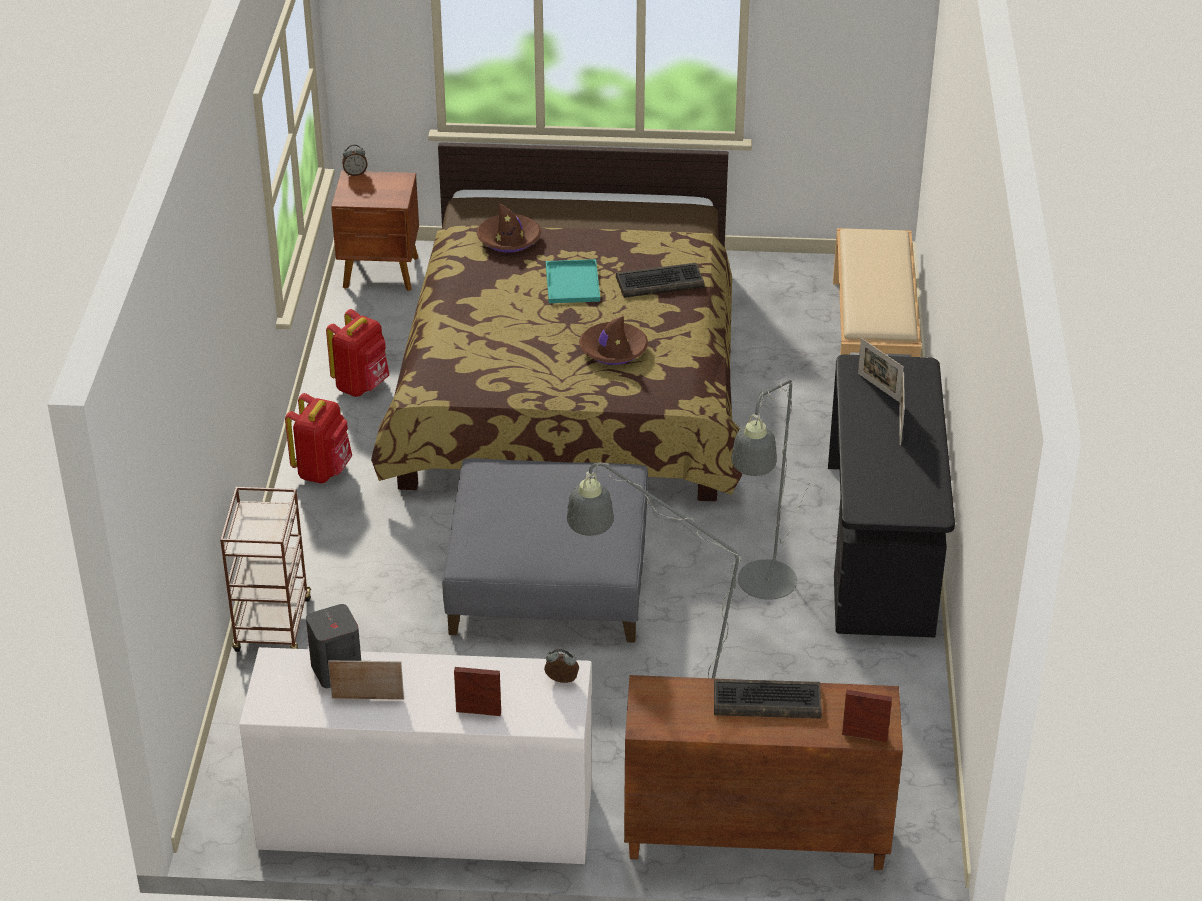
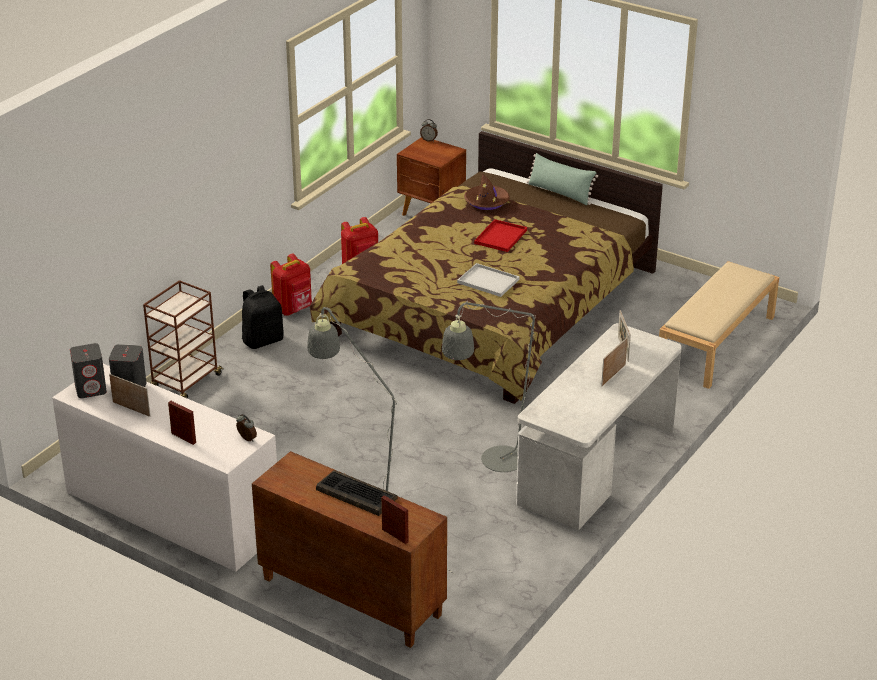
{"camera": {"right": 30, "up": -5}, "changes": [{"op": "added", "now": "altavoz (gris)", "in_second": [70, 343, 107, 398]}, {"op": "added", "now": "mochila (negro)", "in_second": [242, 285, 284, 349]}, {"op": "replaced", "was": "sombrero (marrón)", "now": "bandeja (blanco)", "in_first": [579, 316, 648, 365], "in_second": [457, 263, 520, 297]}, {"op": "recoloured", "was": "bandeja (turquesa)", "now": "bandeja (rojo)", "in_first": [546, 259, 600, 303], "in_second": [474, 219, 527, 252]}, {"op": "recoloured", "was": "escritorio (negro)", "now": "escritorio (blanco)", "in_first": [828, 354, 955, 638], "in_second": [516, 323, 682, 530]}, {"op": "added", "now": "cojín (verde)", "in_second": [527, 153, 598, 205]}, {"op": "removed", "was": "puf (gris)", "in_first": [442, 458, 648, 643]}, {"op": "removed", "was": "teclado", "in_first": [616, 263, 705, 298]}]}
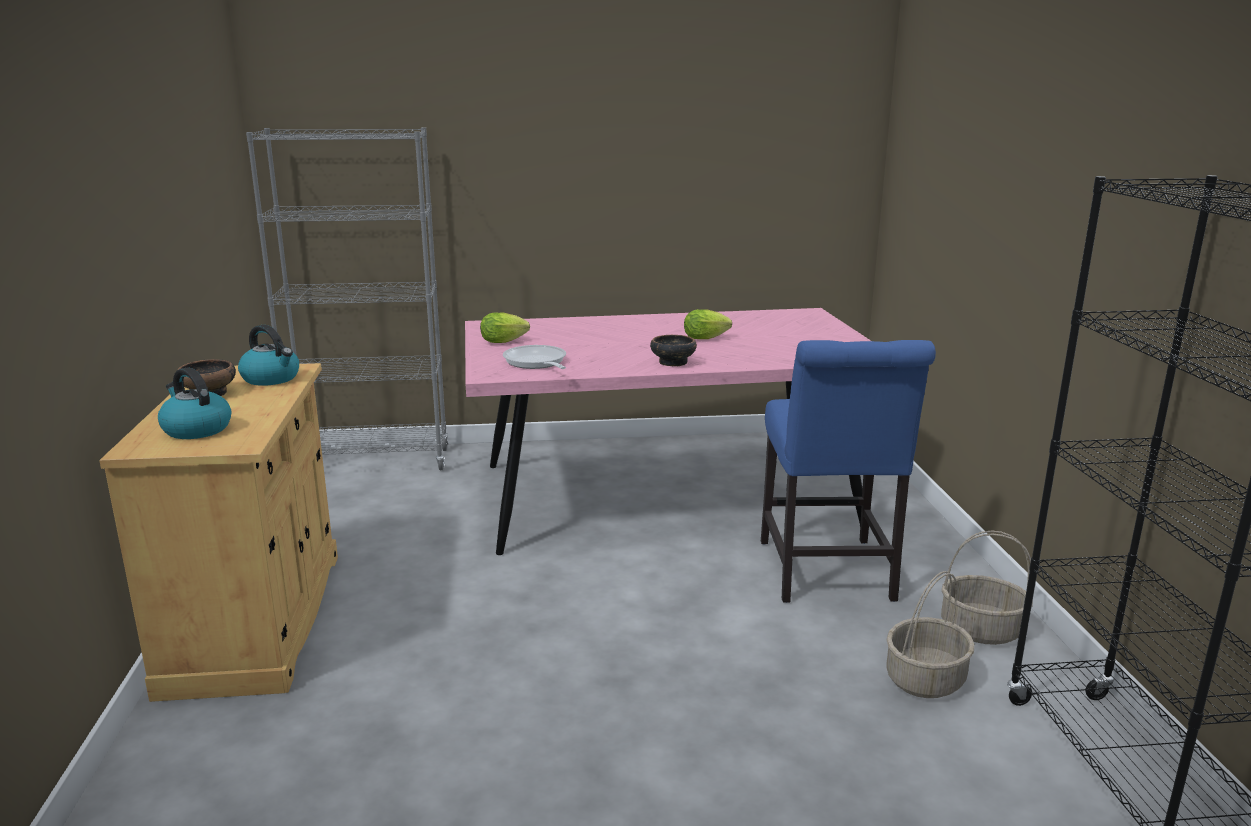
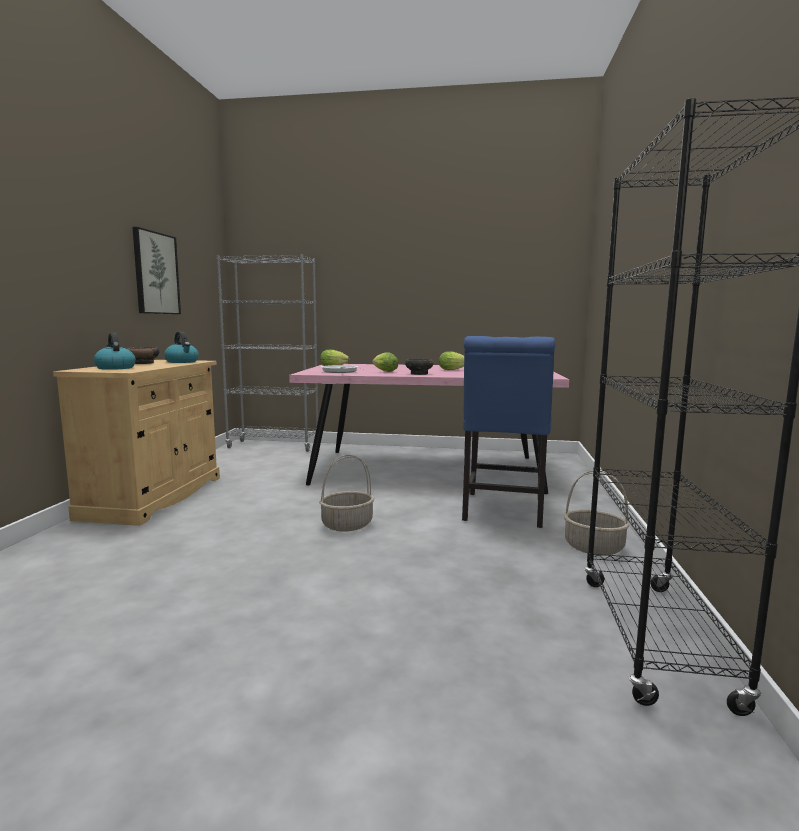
{"camera": {"right": 15, "up": -10}, "changes": [{"op": "added", "now": "cuadro", "in_second": [132, 227, 181, 314]}, {"op": "moved", "was": "cesta", "in_first": [886, 571, 975, 698], "in_second": [319, 455, 374, 532]}, {"op": "added", "now": "lechuga", "in_second": [372, 352, 398, 372]}]}
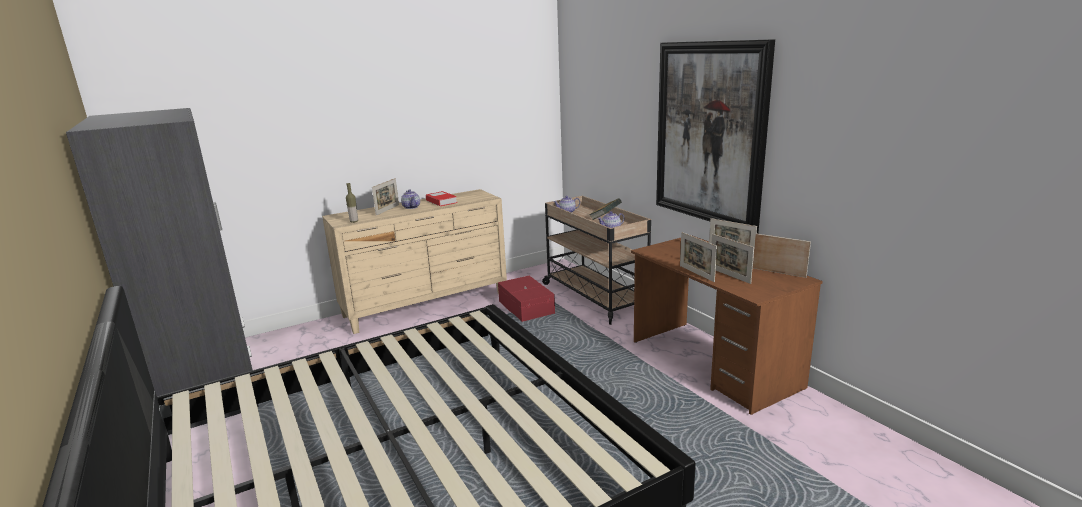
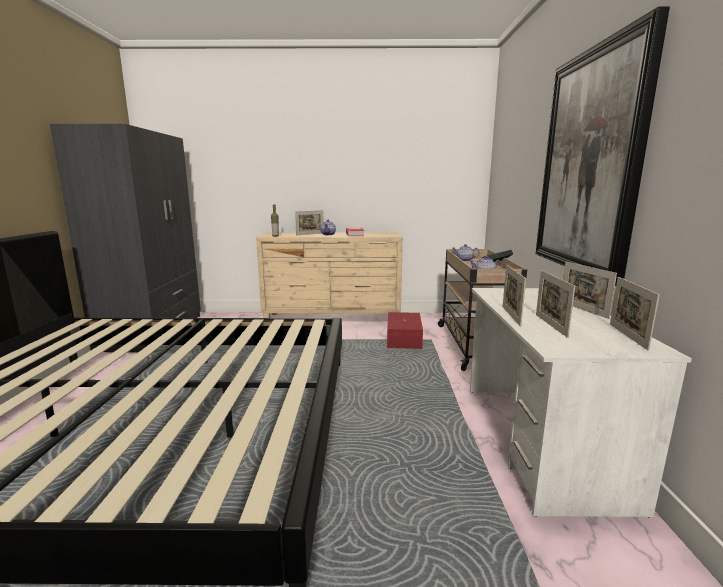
{"camera": {"right": 30, "up": -5}, "changes": [{"op": "recoloured", "was": "escritorio (marrón)", "now": "escritorio (blanco)", "in_first": [631, 235, 822, 415], "in_second": [470, 288, 692, 518]}, {"op": "turned", "was": "portarretratos", "in_first": [753, 233, 811, 278], "in_second": [610, 277, 660, 351], "clockwise": -150}]}
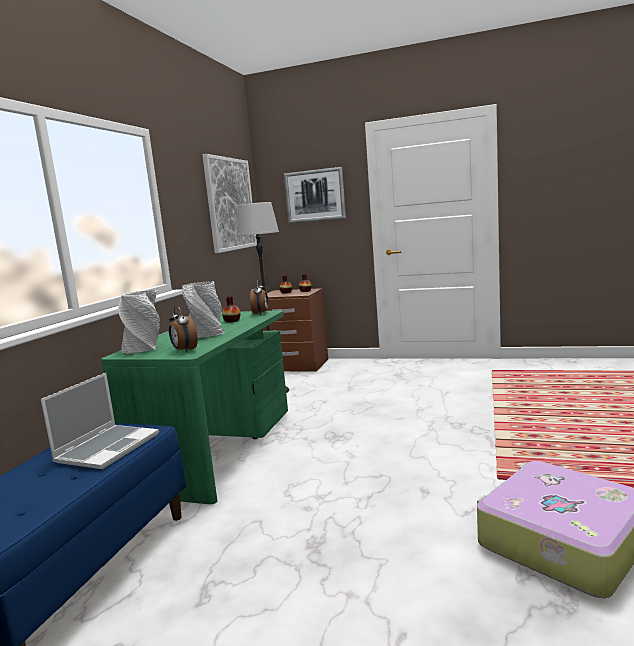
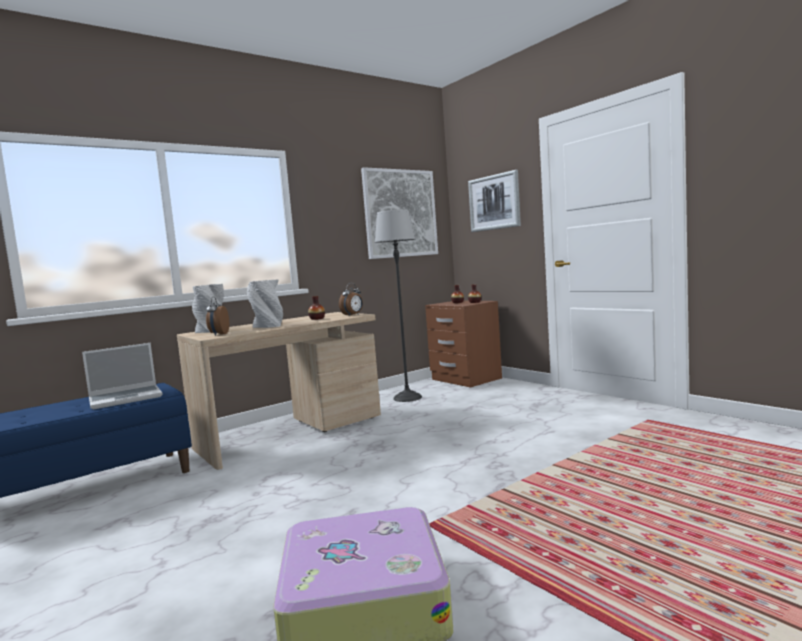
{"camera": {"right": 35, "up": -5}, "changes": [{"op": "recoloured", "was": "escritorio (verde)", "now": "escritorio (beis)", "in_first": [101, 310, 288, 504], "in_second": [177, 312, 381, 470]}]}
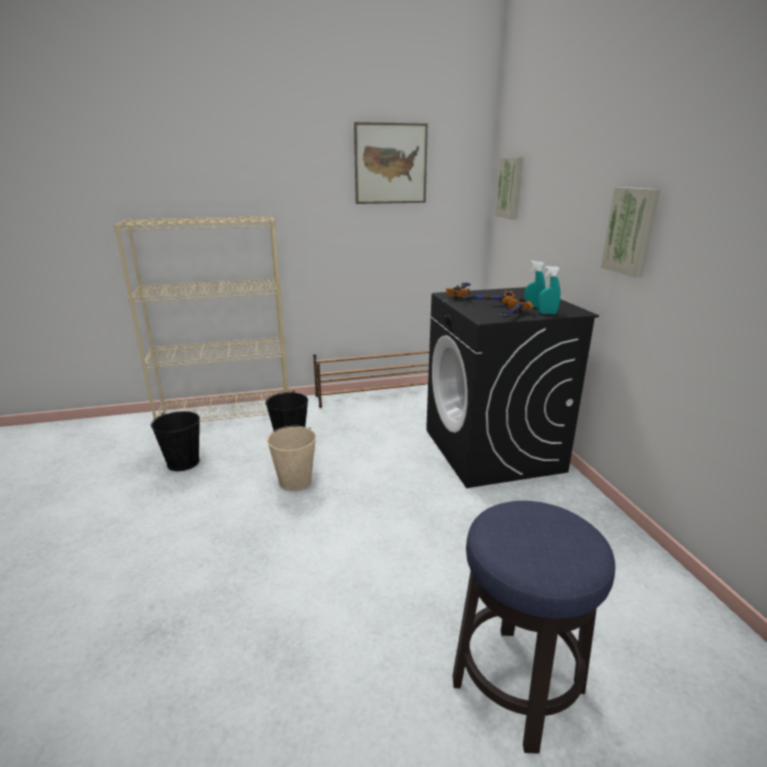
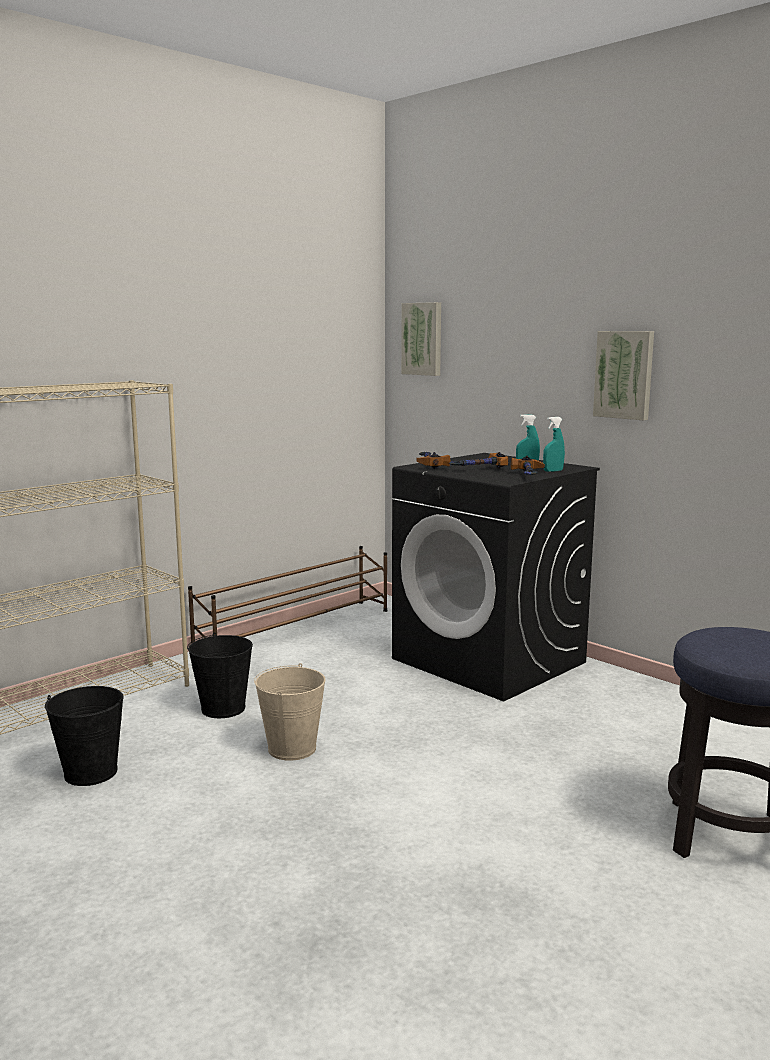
{"camera": {"right": -30, "up": -10}, "changes": [{"op": "removed", "was": "cuadro", "in_first": [354, 122, 428, 204]}]}
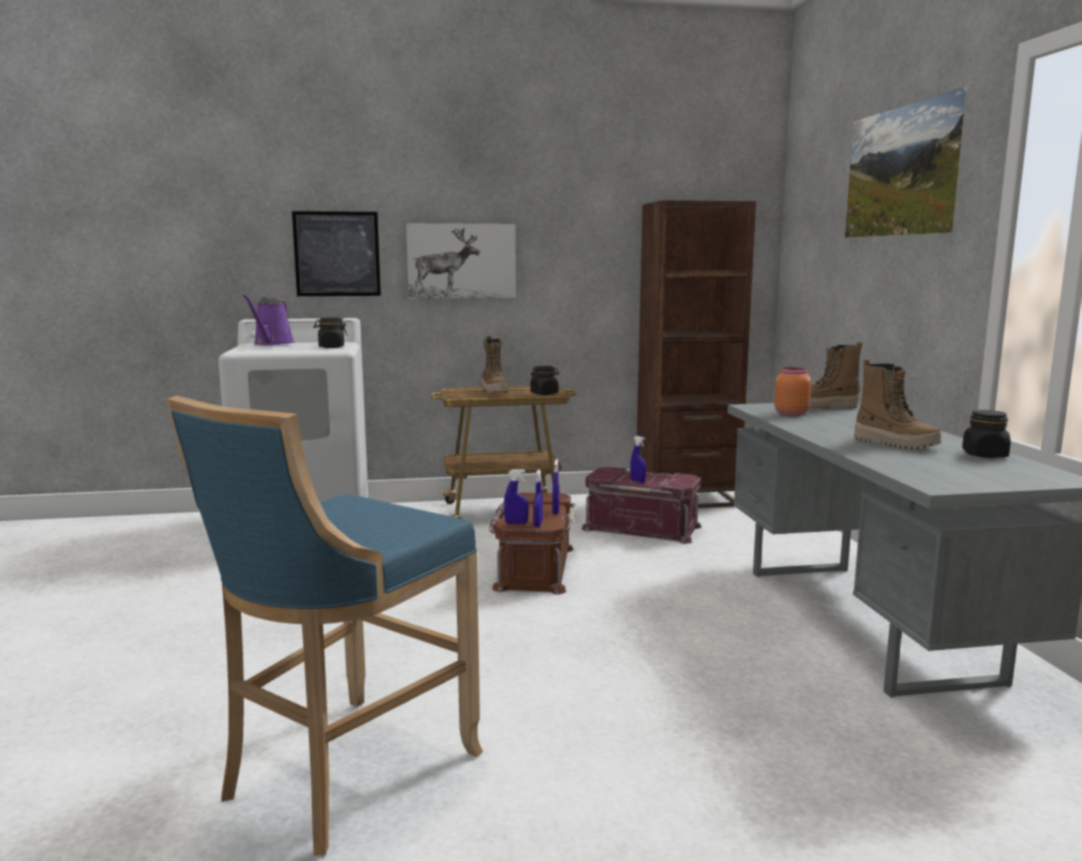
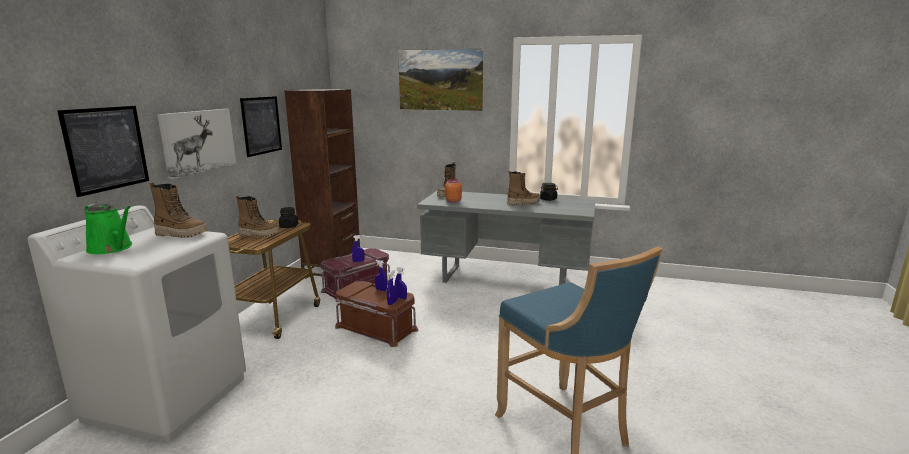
{"camera": {"right": -65, "up": 5}, "changes": [{"op": "recoloured", "was": "regadera (morado)", "now": "regadera (verde)", "in_first": [243, 295, 295, 345], "in_second": [84, 203, 132, 254]}, {"op": "replaced", "was": "tarro (negro)", "now": "bota", "in_first": [314, 317, 348, 348], "in_second": [149, 182, 208, 238]}, {"op": "added", "now": "cuadro", "in_second": [240, 96, 282, 157]}]}
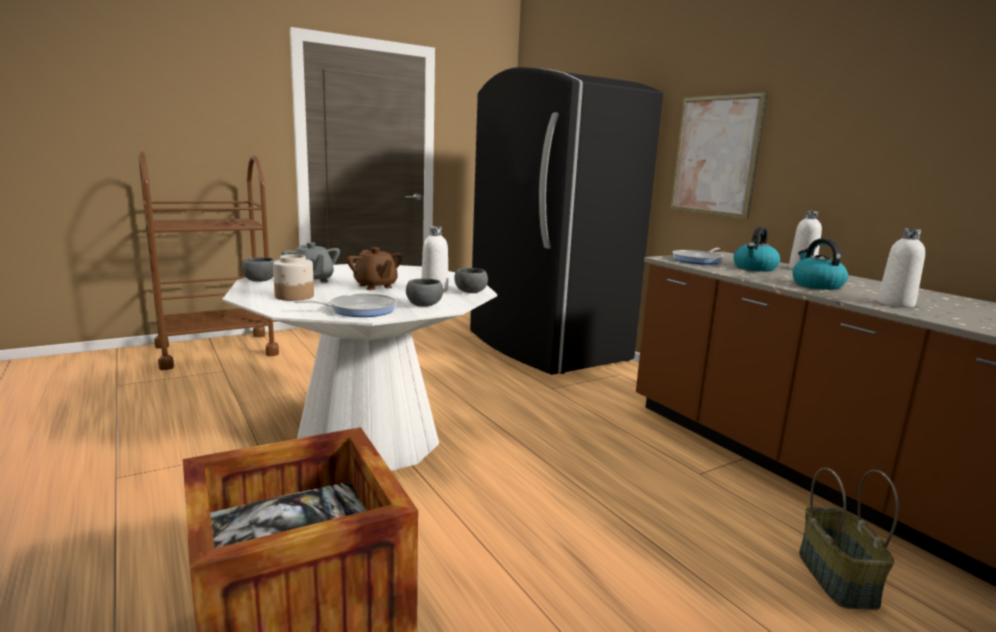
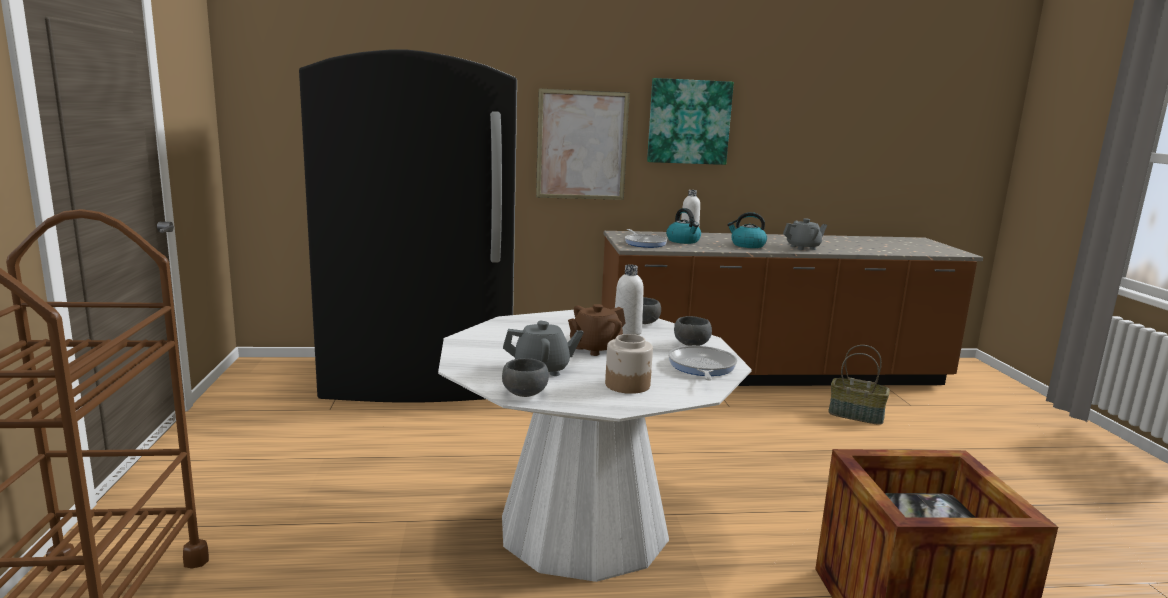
{"camera": {"right": -65, "up": 0}, "changes": [{"op": "turned", "was": "tetera (marrón)", "in_first": [347, 247, 403, 290], "in_second": [568, 304, 626, 356], "clockwise": 150}, {"op": "added", "now": "cuadro", "in_second": [647, 78, 734, 165]}, {"op": "replaced", "was": "botella (blanco)", "now": "tetera (gris)", "in_first": [878, 228, 925, 308], "in_second": [783, 219, 827, 250]}]}
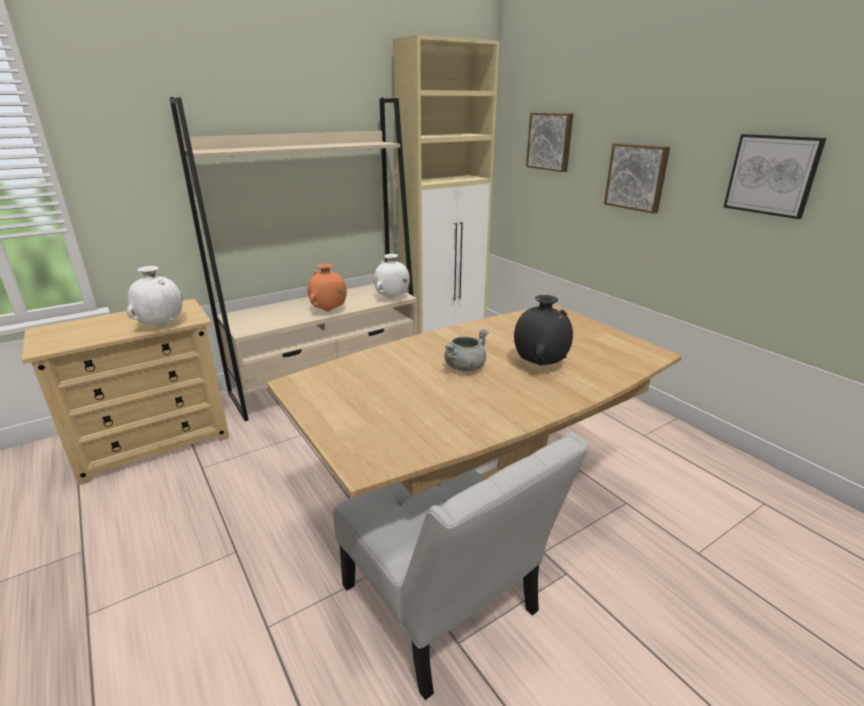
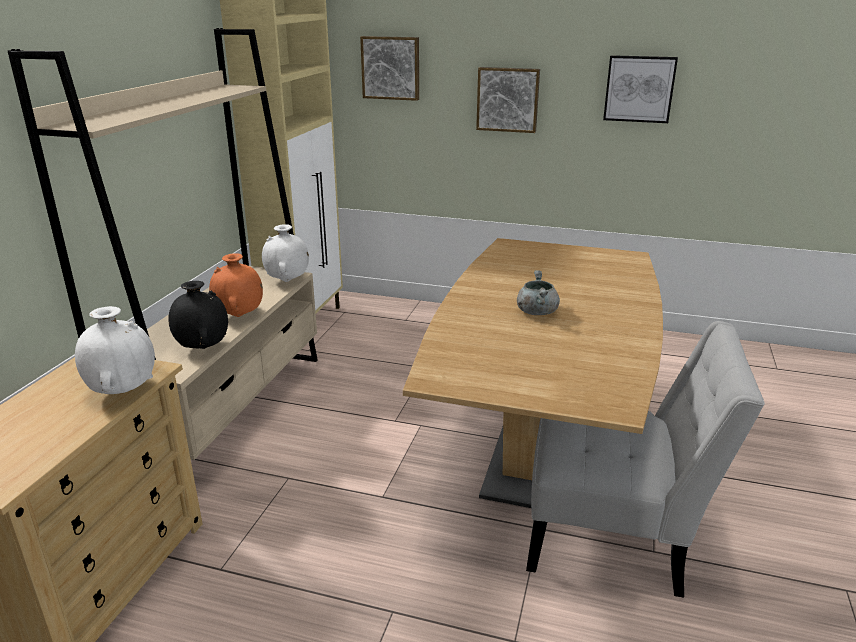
{"camera": {"right": -40, "up": 0}, "changes": [{"op": "moved", "was": "florero (negro)", "in_first": [514, 295, 573, 365], "in_second": [168, 281, 228, 349]}]}
